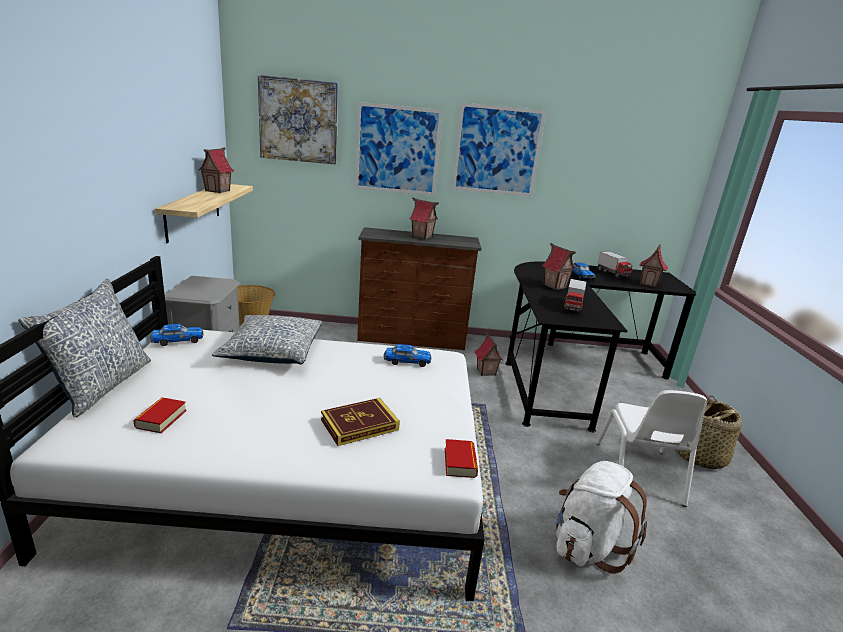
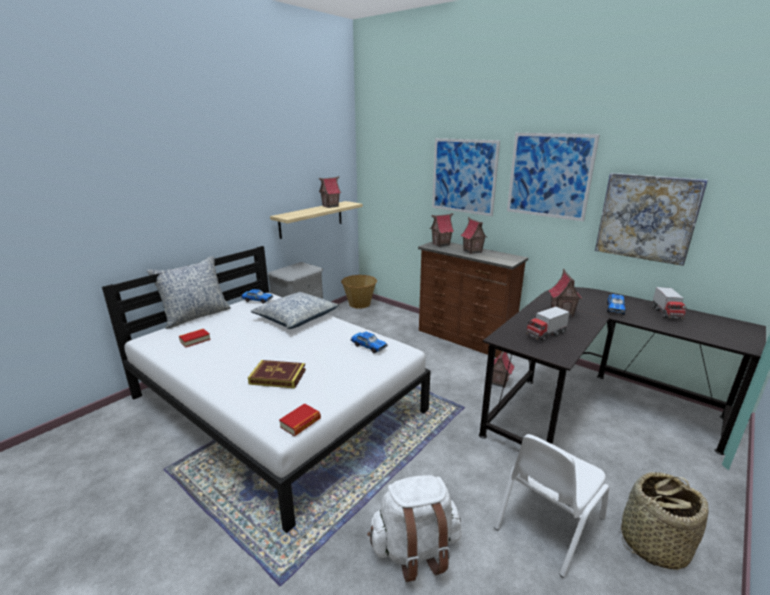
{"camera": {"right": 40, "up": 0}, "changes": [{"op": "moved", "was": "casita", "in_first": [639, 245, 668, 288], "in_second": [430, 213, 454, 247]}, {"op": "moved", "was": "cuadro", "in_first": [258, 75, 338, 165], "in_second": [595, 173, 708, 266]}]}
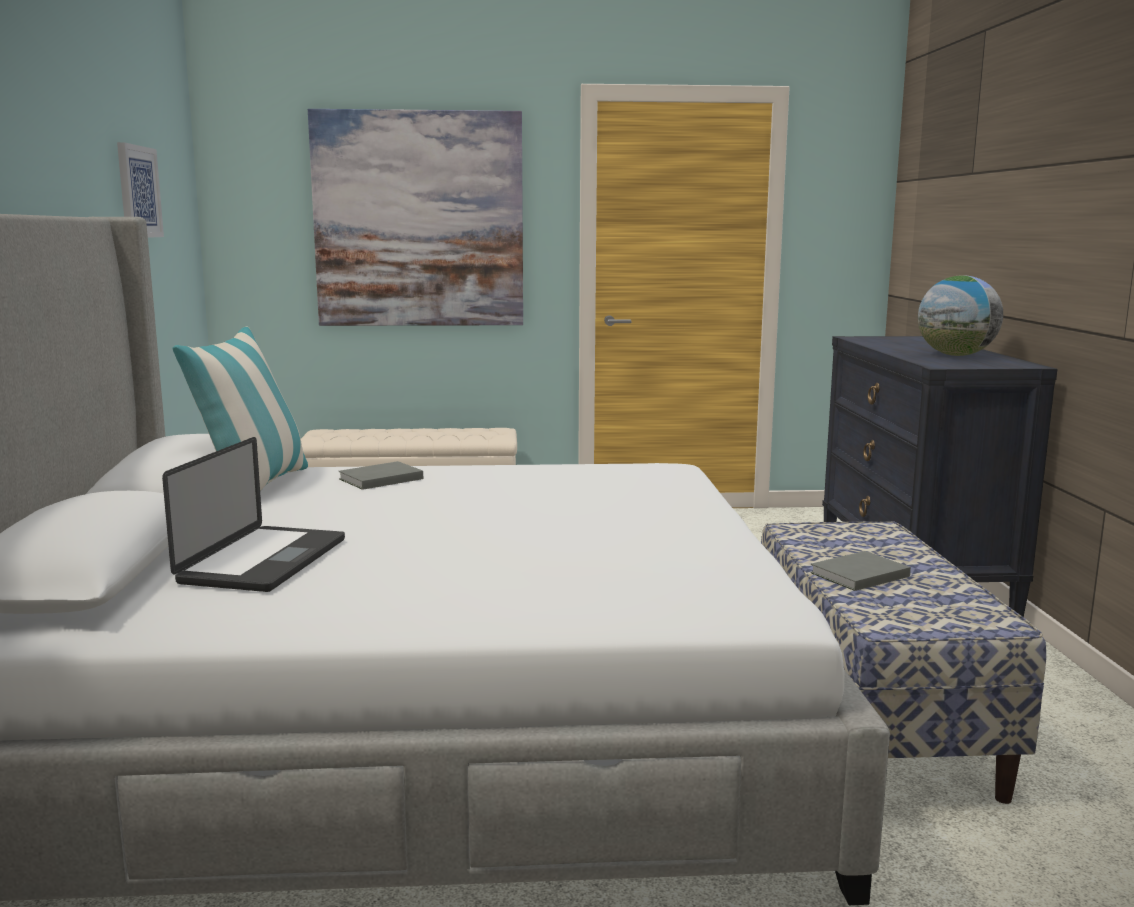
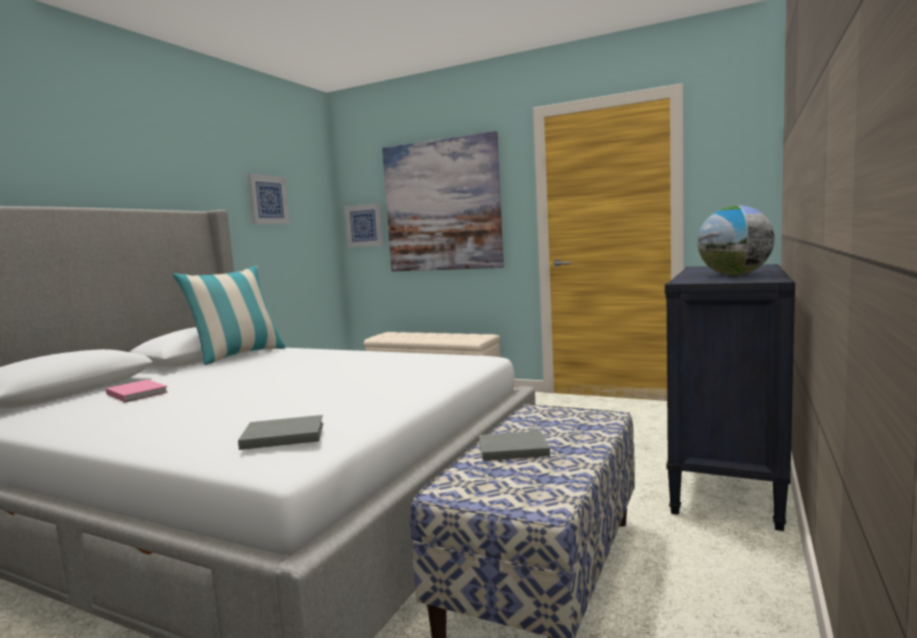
{"camera": {"right": 30, "up": -5}, "changes": [{"op": "replaced", "was": "portátil", "now": "libro (rosa)", "in_first": [162, 437, 345, 592], "in_second": [106, 380, 168, 402]}, {"op": "moved", "was": "libro (gris)", "in_first": [339, 461, 423, 490], "in_second": [238, 415, 323, 450]}, {"op": "added", "now": "cuadro", "in_second": [344, 203, 383, 247]}]}
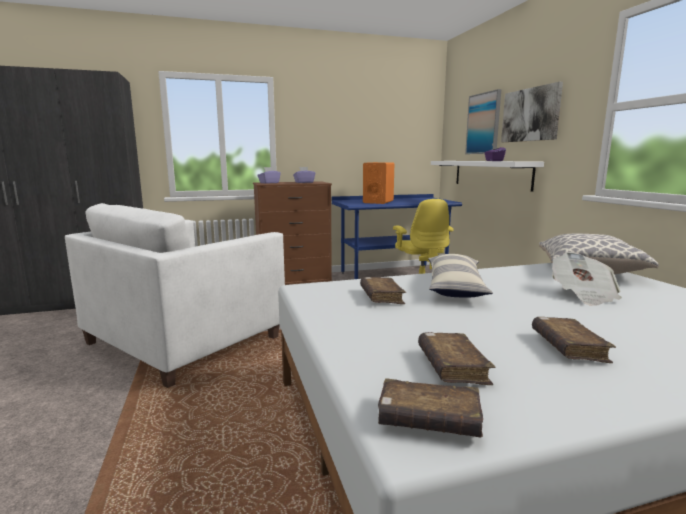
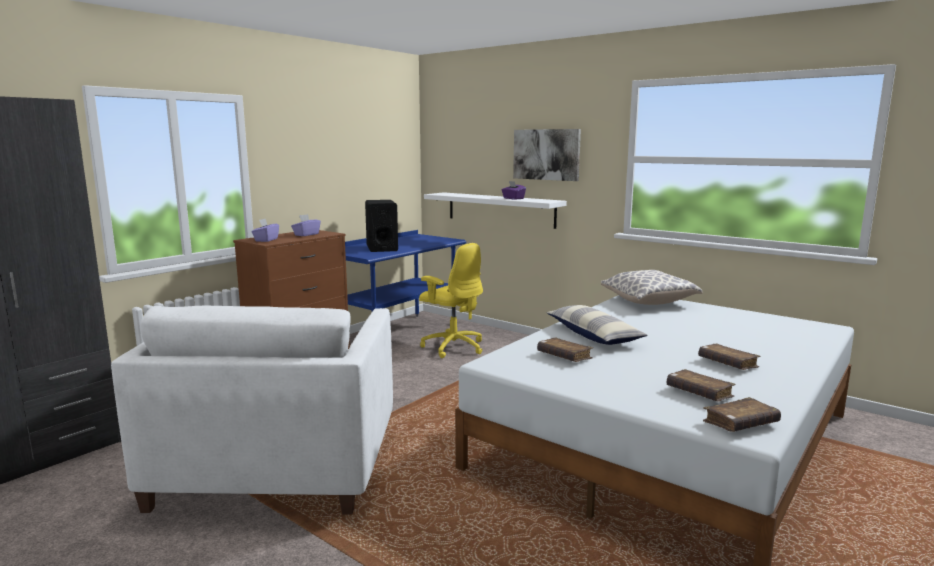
{"camera": {"right": -35, "up": 0}, "changes": [{"op": "recoloured", "was": "altavoz (naranja)", "now": "altavoz (negro)", "in_first": [363, 162, 394, 204], "in_second": [365, 200, 398, 252]}, {"op": "removed", "was": "cuadro", "in_first": [465, 89, 501, 154]}, {"op": "removed", "was": "periódico", "in_first": [552, 252, 622, 306]}]}
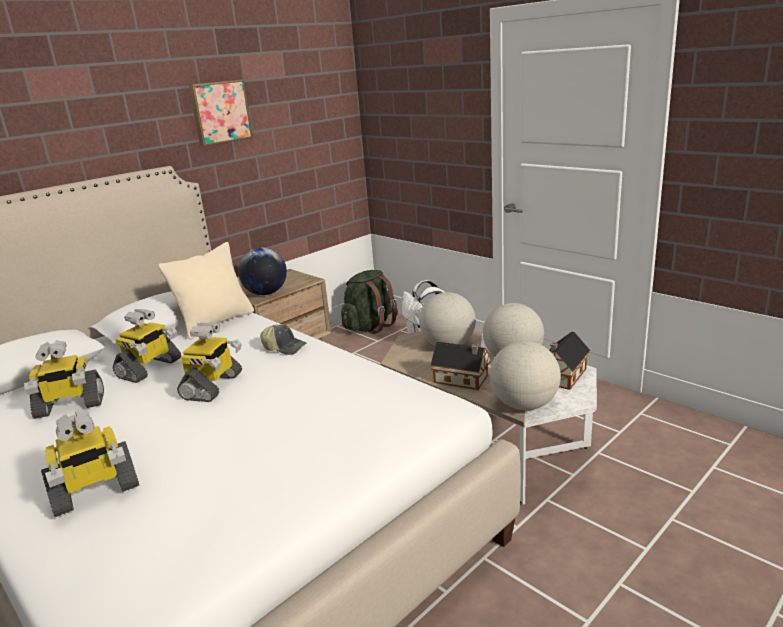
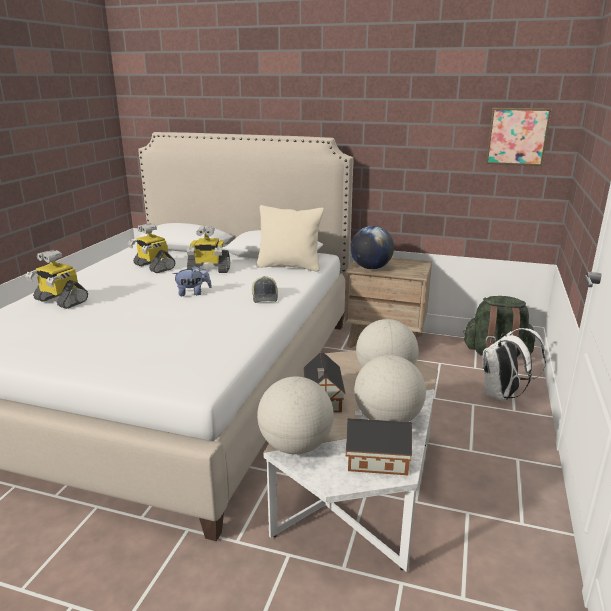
{"camera": {"right": 60, "up": 0}, "changes": [{"op": "replaced", "was": "robot de juguete", "now": "peluche", "in_first": [177, 323, 242, 402], "in_second": [173, 266, 212, 296]}, {"op": "moved", "was": "cuadro", "in_first": [189, 79, 253, 146], "in_second": [486, 108, 551, 166]}]}
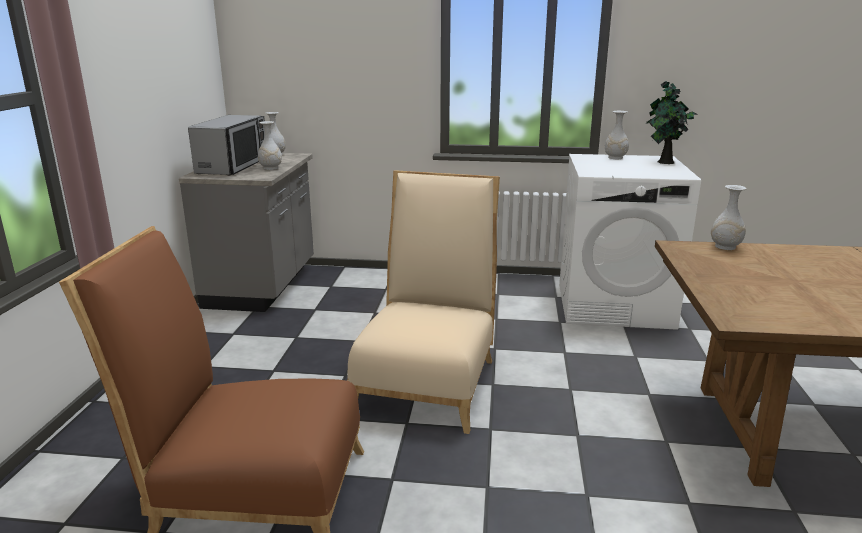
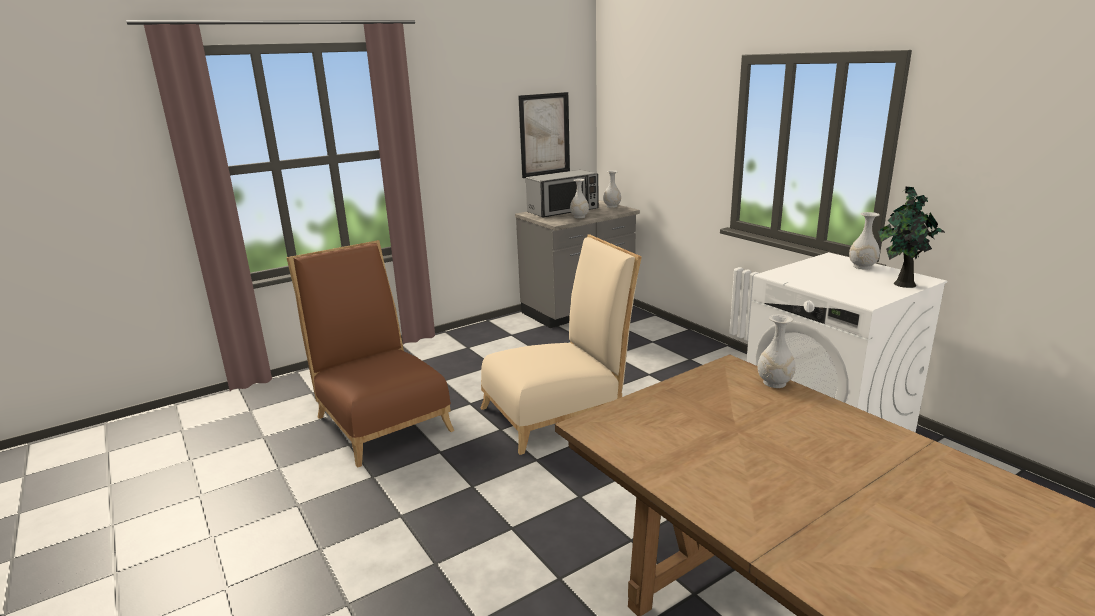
{"camera": {"right": 50, "up": 0}, "changes": [{"op": "added", "now": "cuadro", "in_second": [518, 92, 570, 178]}]}
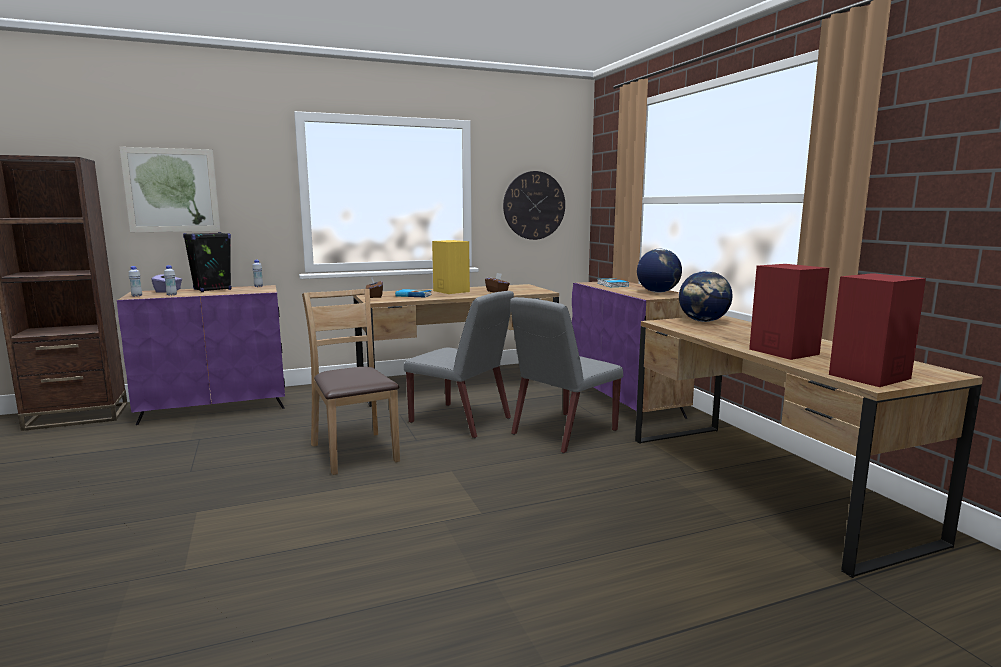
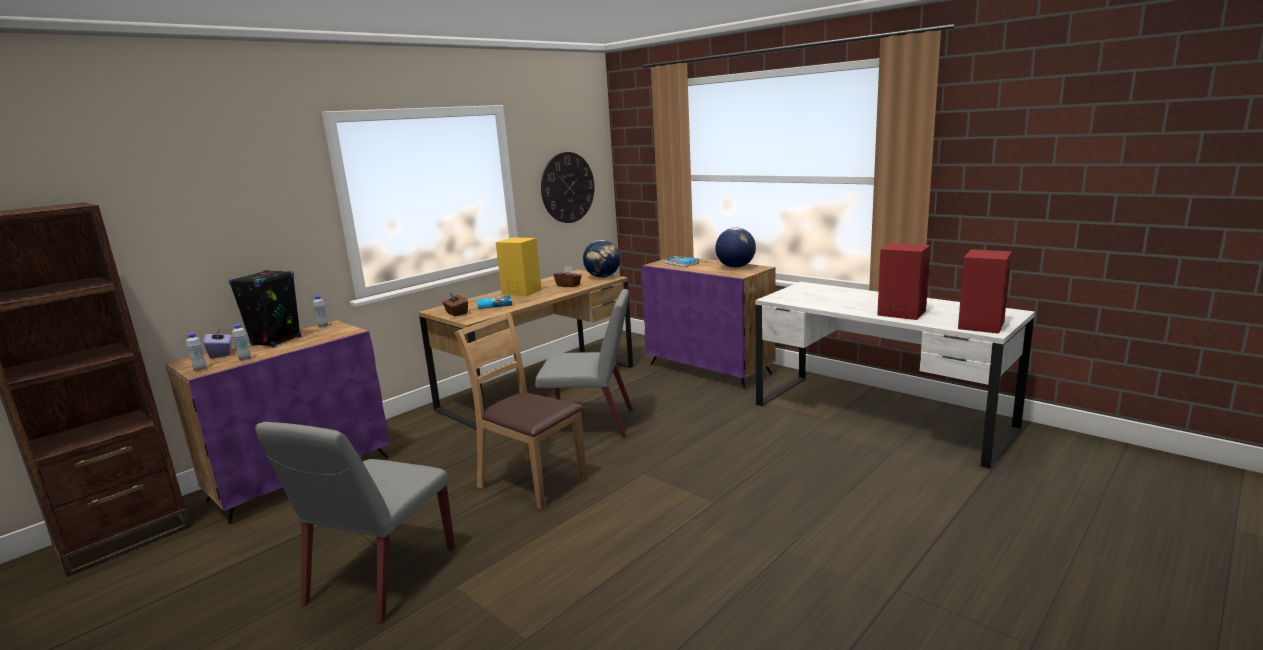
{"camera": {"right": -25, "up": 5}, "changes": [{"op": "moved", "was": "silla (gris)", "in_first": [510, 297, 623, 454], "in_second": [255, 422, 455, 623]}, {"op": "moved", "was": "globo terráqueo", "in_first": [679, 271, 733, 322], "in_second": [583, 240, 620, 278]}, {"op": "recoloured", "was": "escritorio (marrón)", "now": "escritorio (blanco)", "in_first": [635, 315, 983, 578], "in_second": [755, 282, 1035, 469]}, {"op": "removed", "was": "cuadro", "in_first": [120, 147, 220, 232]}]}
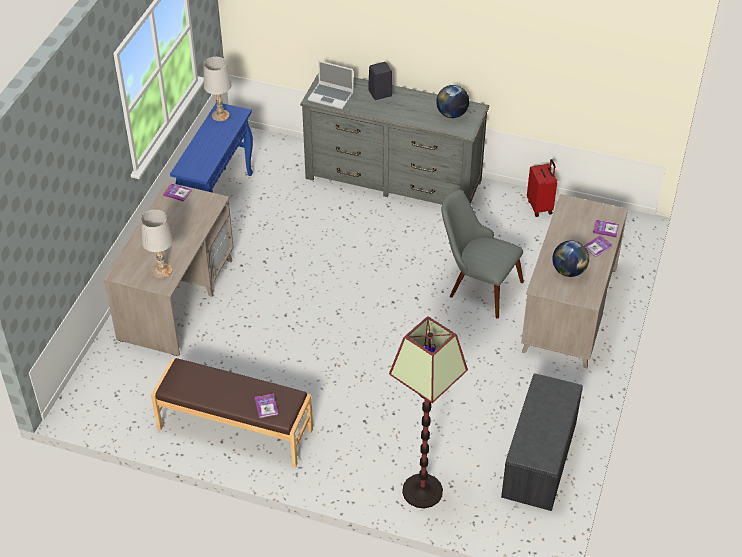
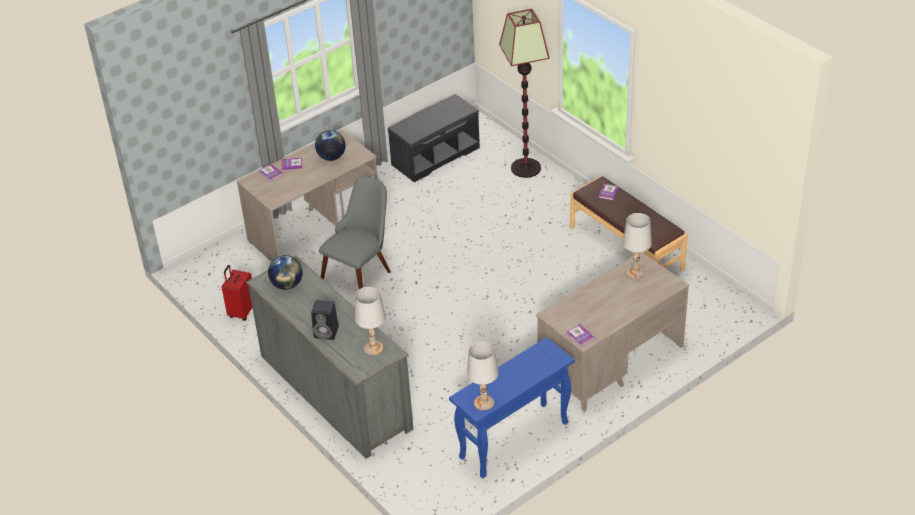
{"camera": {"right": -145, "up": -5}, "changes": [{"op": "turned", "was": "silla (gris)", "in_first": [441, 190, 524, 319], "in_second": [319, 176, 391, 289], "clockwise": -120}, {"op": "replaced", "was": "portátil", "now": "lámpara de mesa (blanco)", "in_first": [308, 60, 354, 109], "in_second": [355, 287, 386, 355]}]}
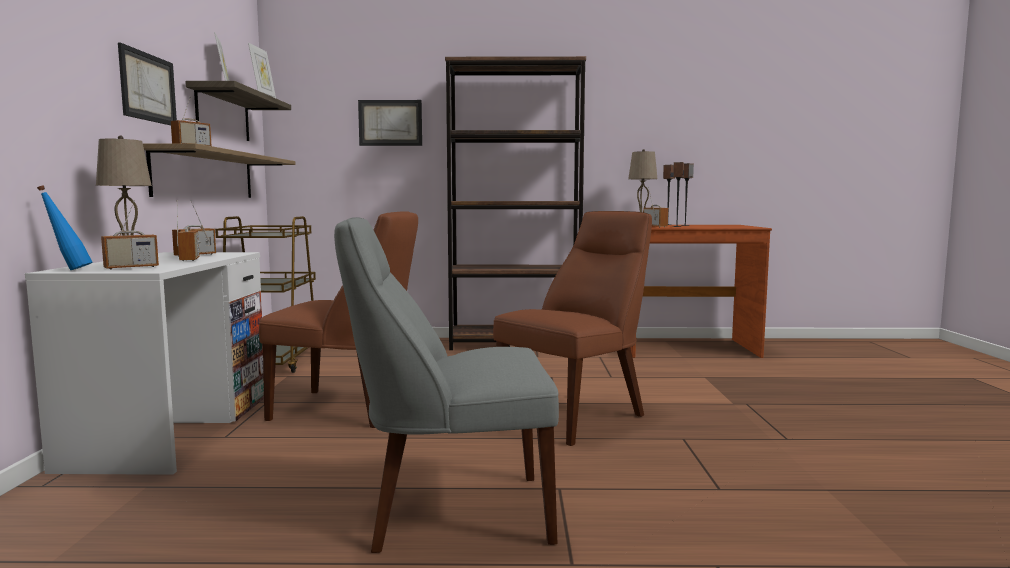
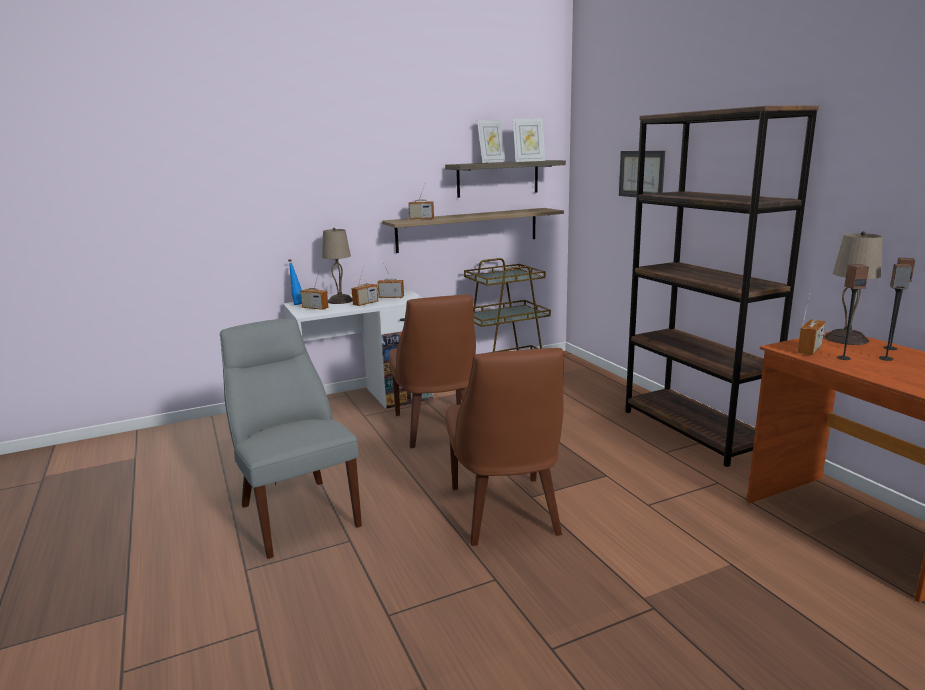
{"camera": {"right": 65, "up": 10}, "changes": [{"op": "turned", "was": "silla (marrón)", "in_first": [493, 211, 652, 446], "in_second": [446, 348, 564, 546], "clockwise": 60}, {"op": "removed", "was": "cuadro", "in_first": [118, 43, 177, 125]}]}
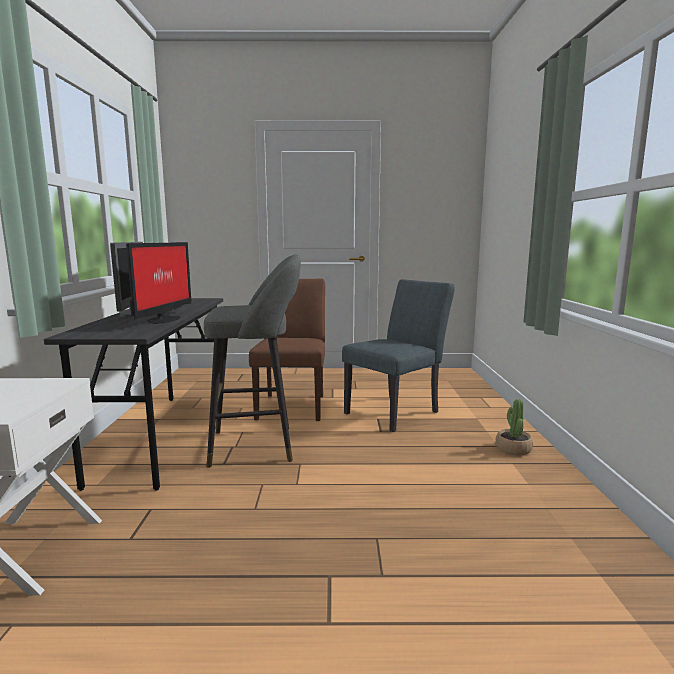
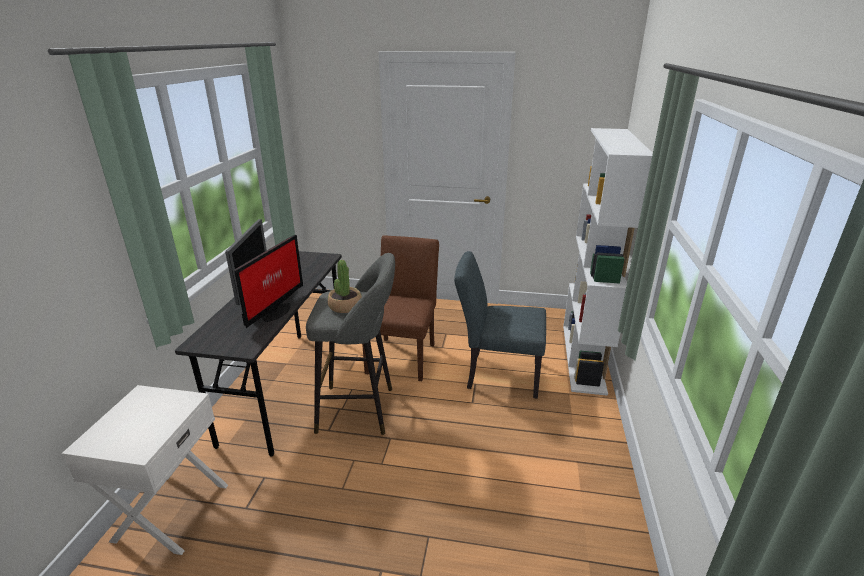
{"camera": {"right": 10, "up": 15}, "changes": [{"op": "moved", "was": "planta en maceta", "in_first": [495, 399, 533, 455], "in_second": [328, 260, 362, 313]}, {"op": "turned", "was": "silla (gris)", "in_first": [342, 279, 455, 432], "in_second": [454, 251, 546, 399], "clockwise": -135}, {"op": "added", "now": "estantería (blanco)", "in_second": [563, 128, 653, 396]}]}
